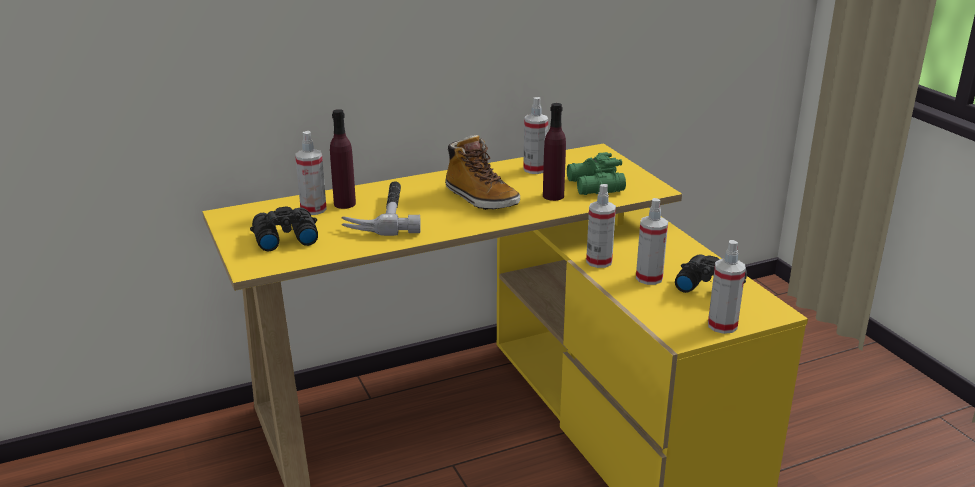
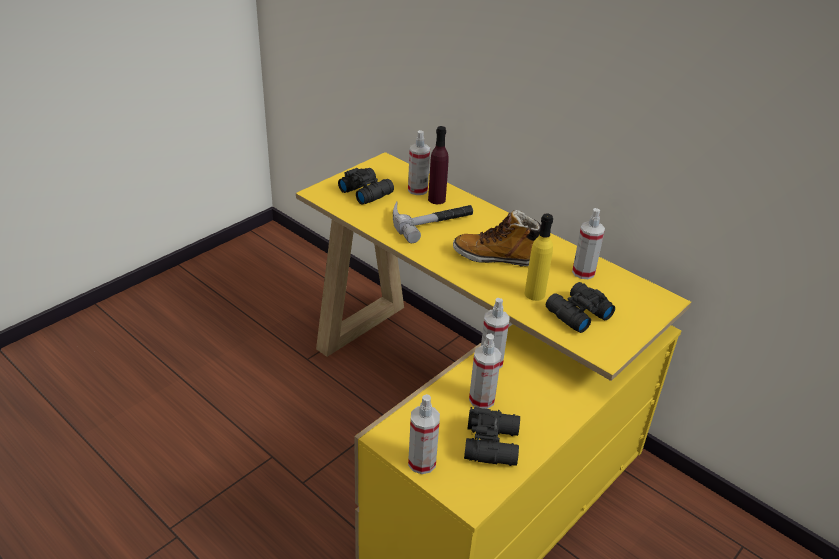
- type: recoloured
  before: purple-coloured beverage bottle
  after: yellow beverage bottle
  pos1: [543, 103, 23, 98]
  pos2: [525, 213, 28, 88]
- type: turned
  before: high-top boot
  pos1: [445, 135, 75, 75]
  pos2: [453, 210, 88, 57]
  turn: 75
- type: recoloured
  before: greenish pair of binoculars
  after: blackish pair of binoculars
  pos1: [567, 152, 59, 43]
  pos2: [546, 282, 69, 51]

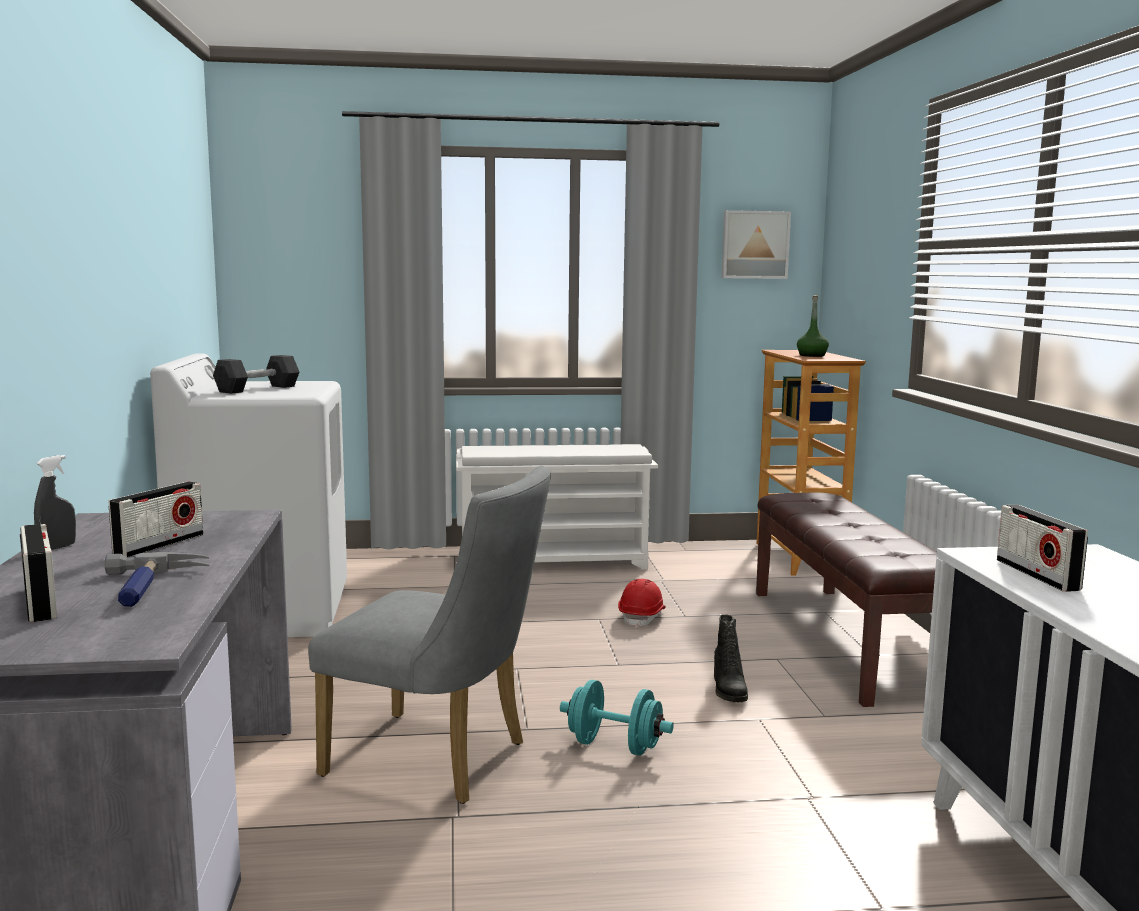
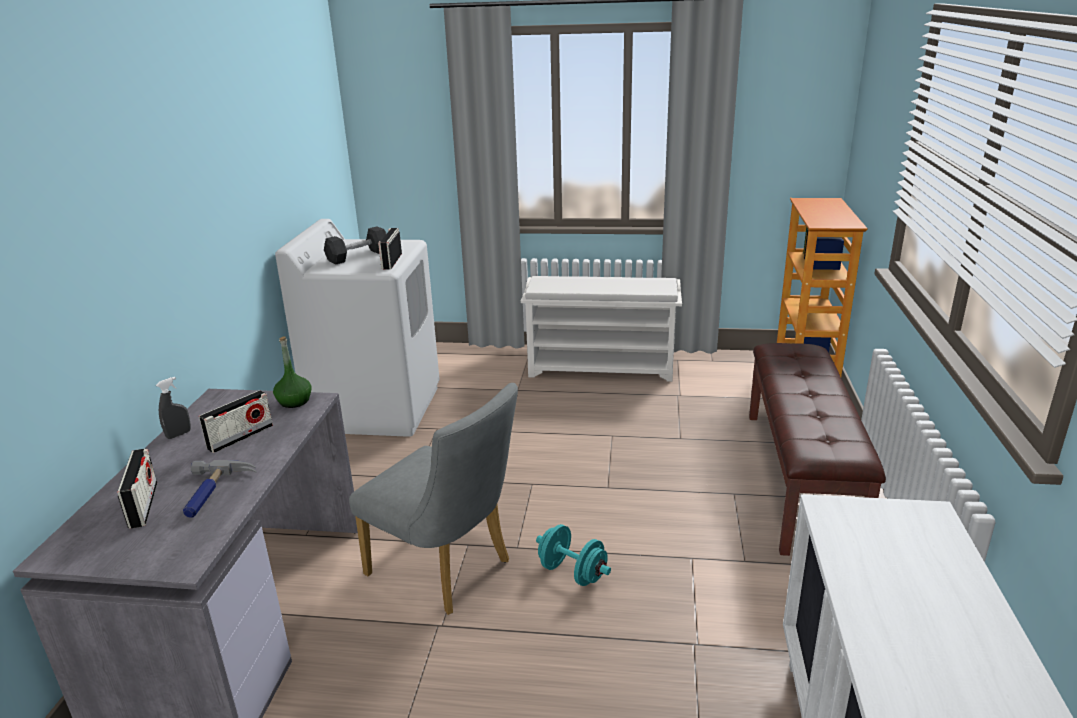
- type: removed
  before: picture
  pos1: [721, 210, 70, 69]
- type: moved
  before: greenish beverage bottle
  pos1: [797, 295, 32, 62]
  pos2: [273, 336, 39, 72]
- type: moved
  before: radio
  pos1: [997, 505, 91, 87]
  pos2: [378, 228, 24, 42]
- type: removed
  before: red-coloured work helmet
  pos1: [618, 579, 47, 49]
- type: removed
  before: blackish high-top boot
  pos1: [714, 614, 34, 88]

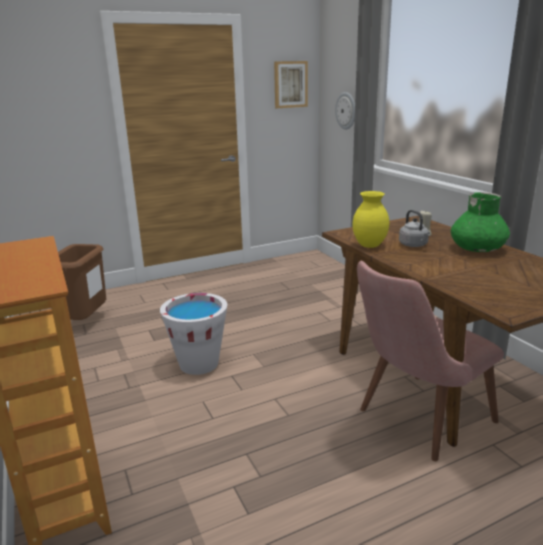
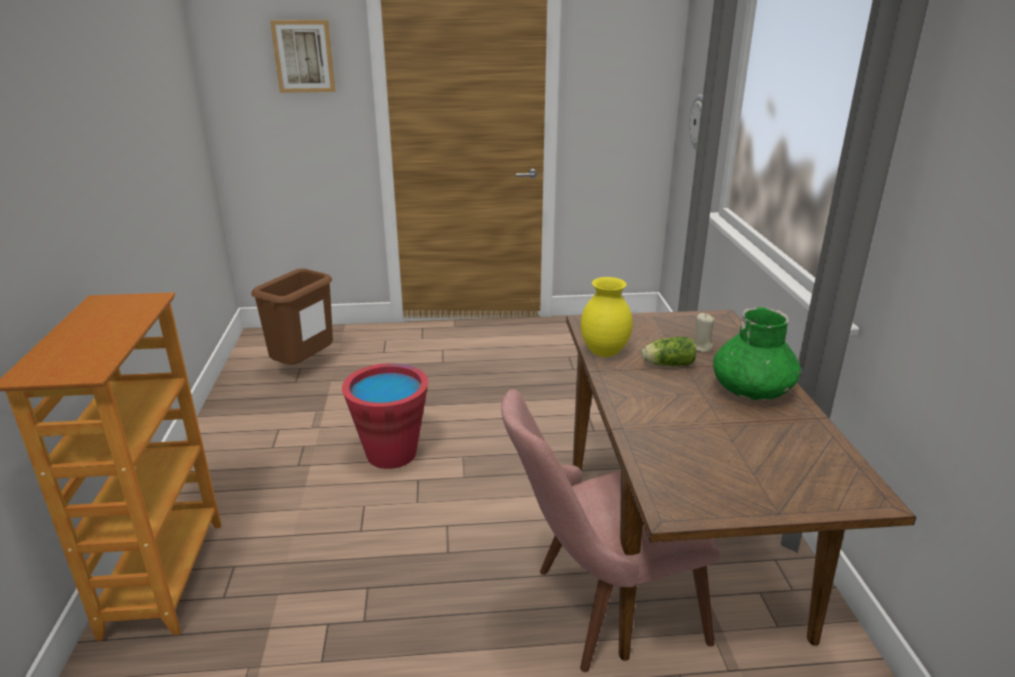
- type: moved
  before: picture
  pos1: [274, 61, 34, 47]
  pos2: [270, 20, 66, 73]
- type: replaced
  before: greyish kettle
  after: head of lettuce
  pos1: [399, 210, 31, 37]
  pos2: [641, 336, 55, 30]
- type: recoloured
  before: white water bucket
  after: red-coloured water bucket
  pos1: [160, 293, 67, 82]
  pos2: [342, 363, 86, 106]

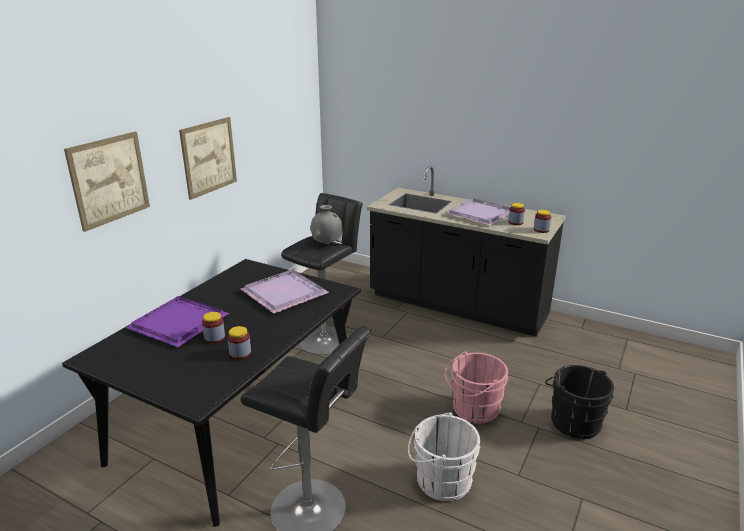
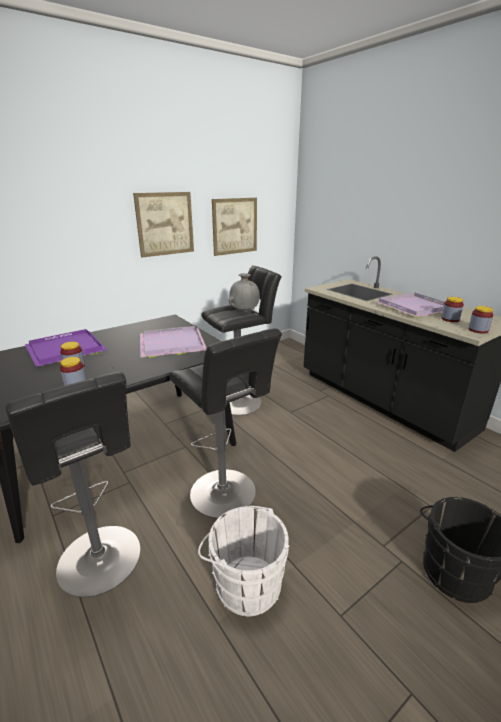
- type: moved
  before: picture
  pos1: [64, 132, 86, 100]
  pos2: [212, 198, 45, 58]
- type: removed
  before: pinkish water bucket
  pos1: [445, 351, 63, 73]
- type: added
  after: blackish stool seat
  pos2: [169, 328, 113, 190]

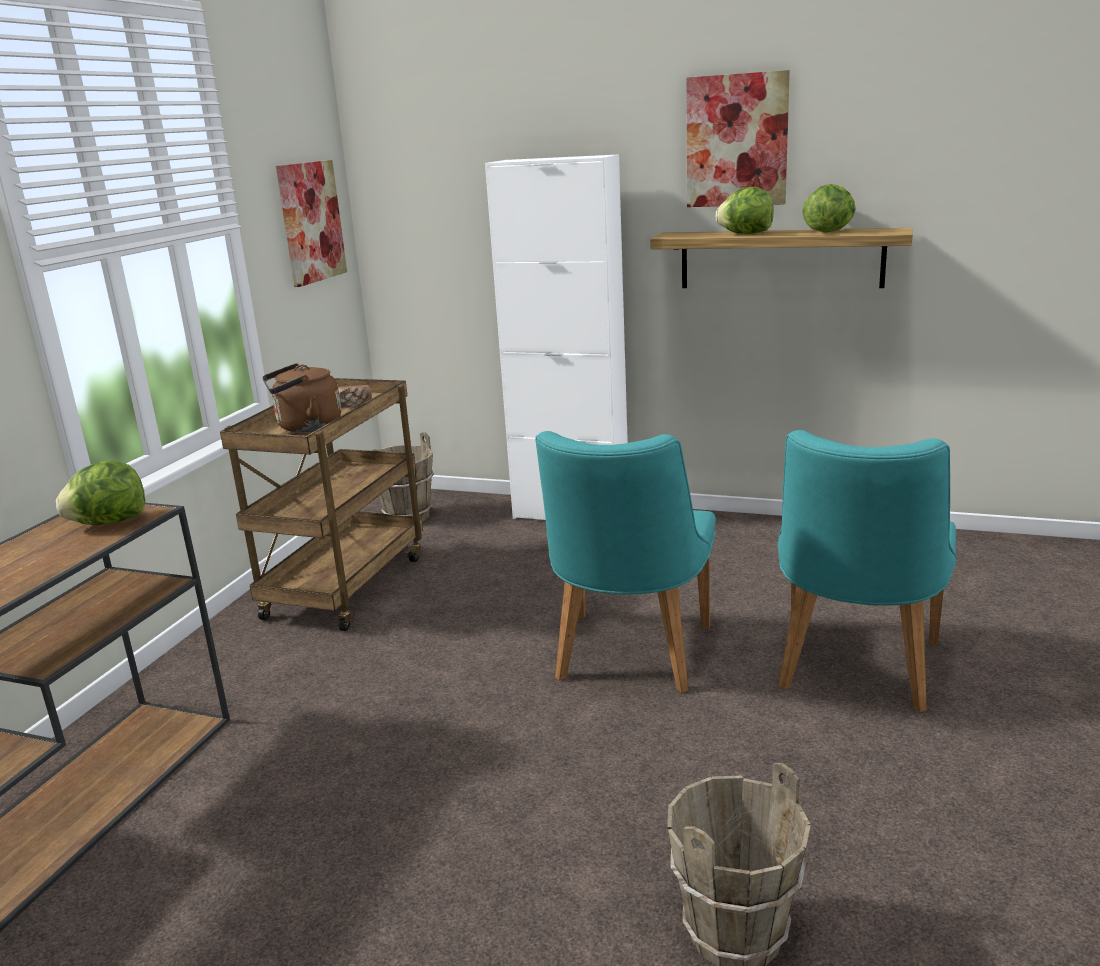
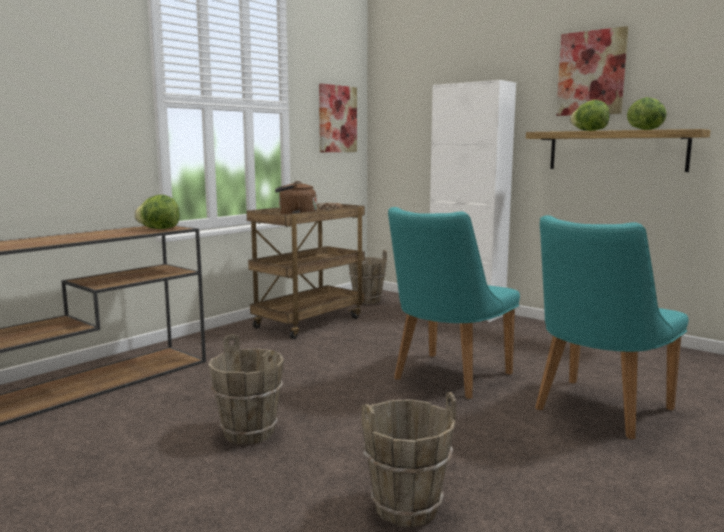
- type: added
  after: brown water bucket
  pos2: [208, 334, 76, 111]

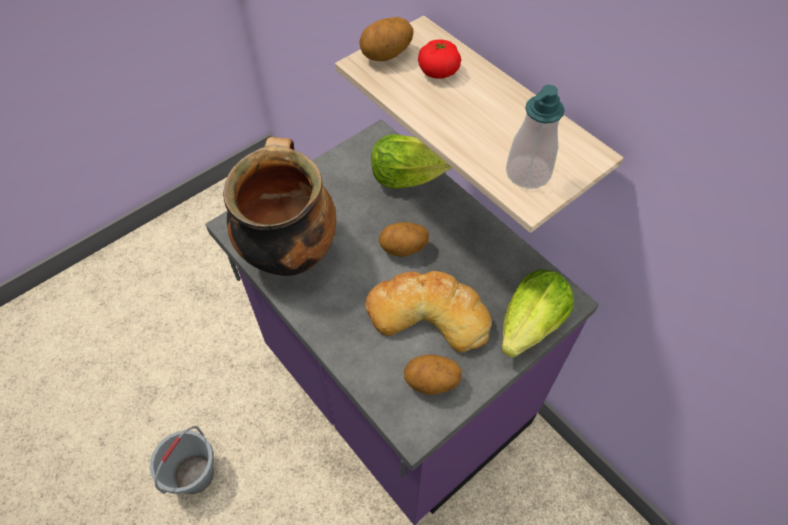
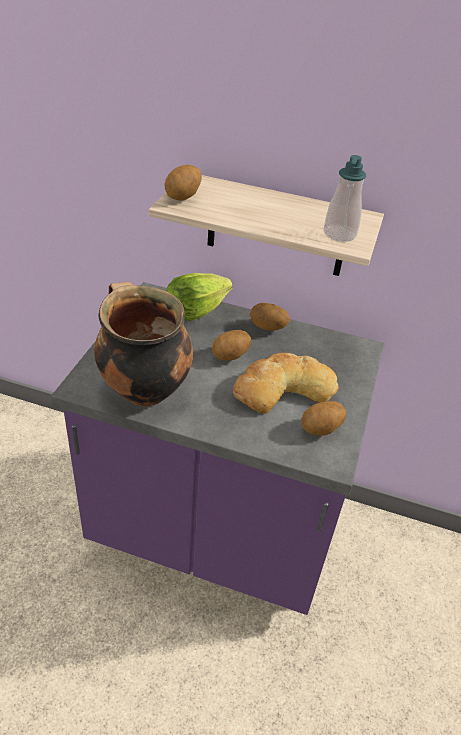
- type: removed
  before: fresh tomato
  pos1: [418, 39, 43, 40]
- type: removed
  before: head of lettuce
  pos1: [501, 269, 72, 88]
- type: removed
  before: greyish water bucket
  pos1: [150, 426, 64, 68]
- type: added
  after: whole potato
  pos2: [250, 303, 40, 27]

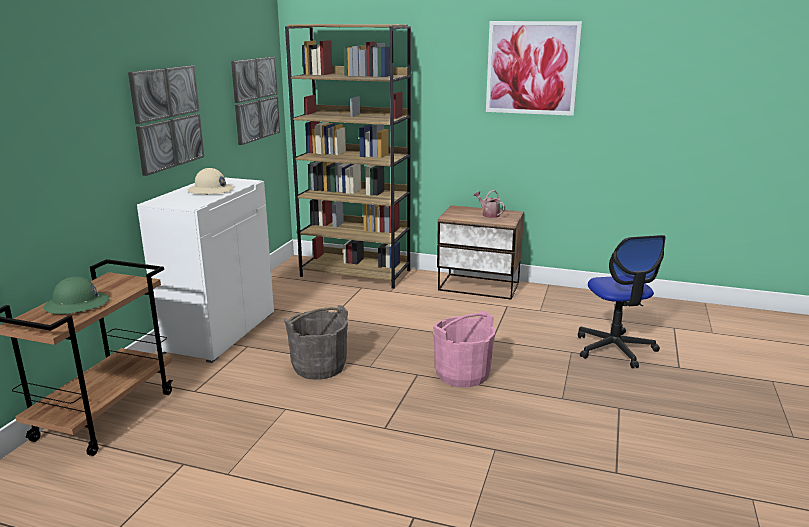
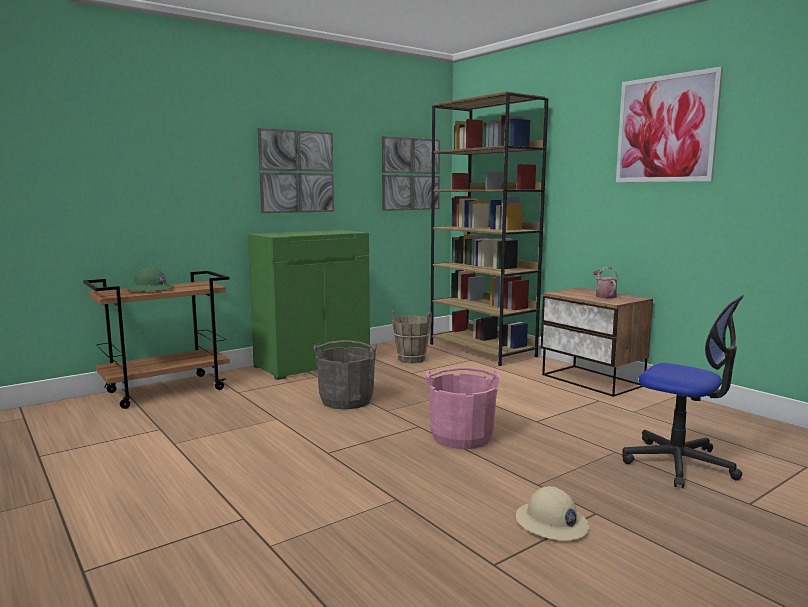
- type: moved
  before: beige-coloured work helmet
  pos1: [188, 168, 46, 27]
  pos2: [516, 486, 73, 55]
- type: recoloured
  before: white cupboard
  after: greenish cupboard
  pos1: [137, 177, 137, 186]
  pos2: [247, 230, 123, 150]
- type: turned
  before: desk chair
  pos1: [578, 235, 88, 133]
  pos2: [622, 295, 122, 193]
  turn: -75
- type: added
  after: brown water bucket
  pos2: [392, 309, 40, 54]

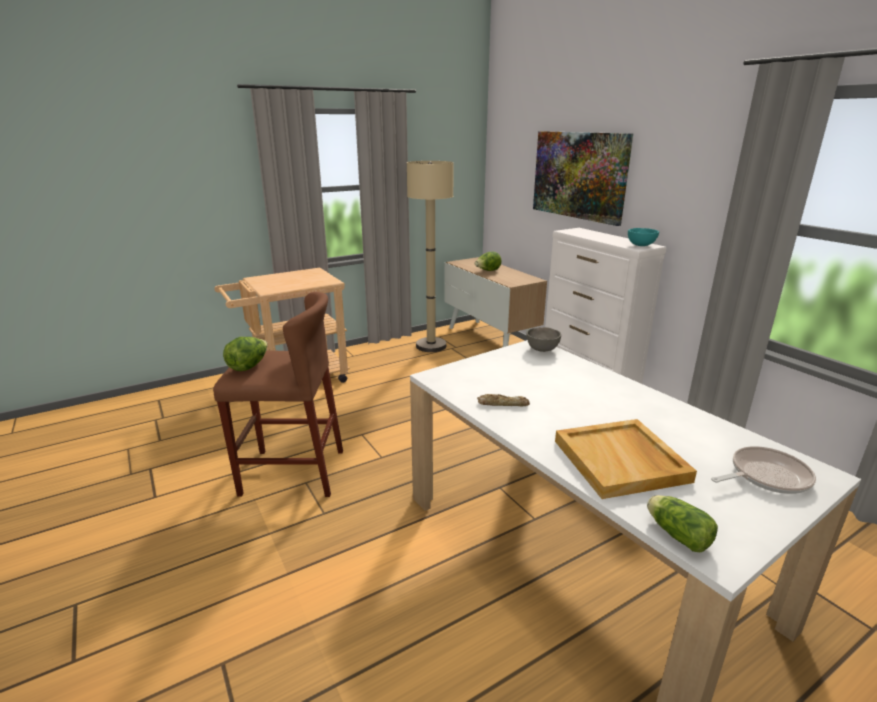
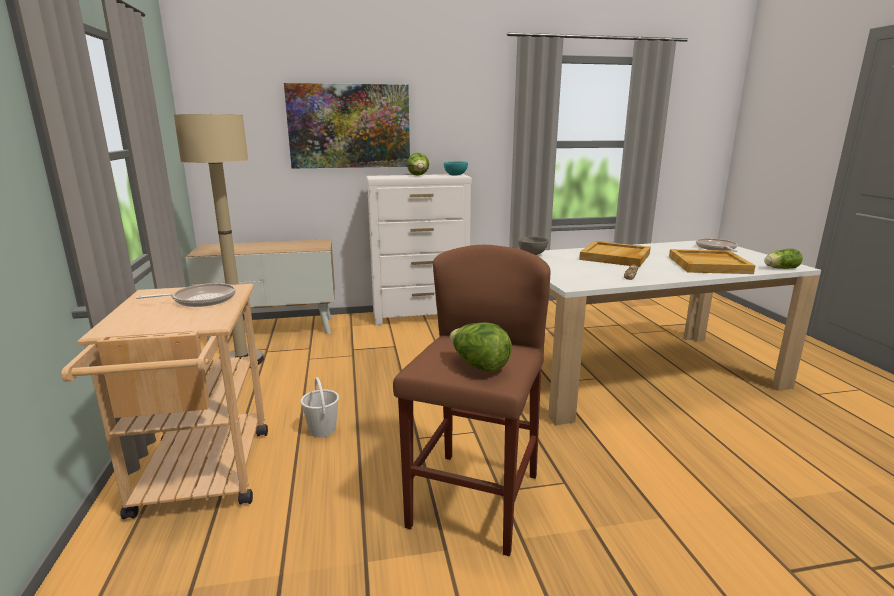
- type: moved
  before: head of lettuce
  pos1: [475, 252, 27, 19]
  pos2: [407, 153, 22, 23]
- type: added
  after: beige-coloured carrying tray
  pos2: [579, 241, 72, 26]
- type: added
  after: skillet
  pos2: [136, 283, 100, 24]
- type: added
  after: white water bucket
  pos2: [301, 377, 38, 60]

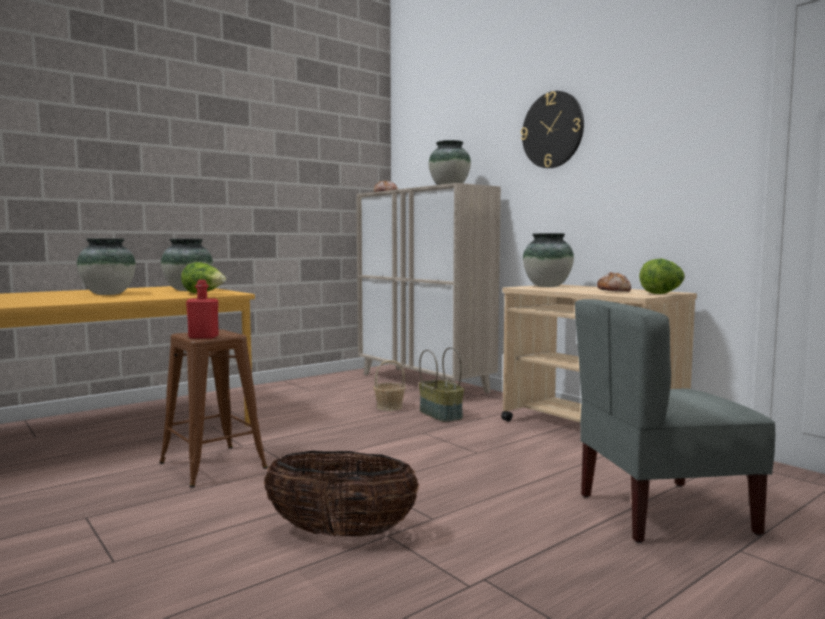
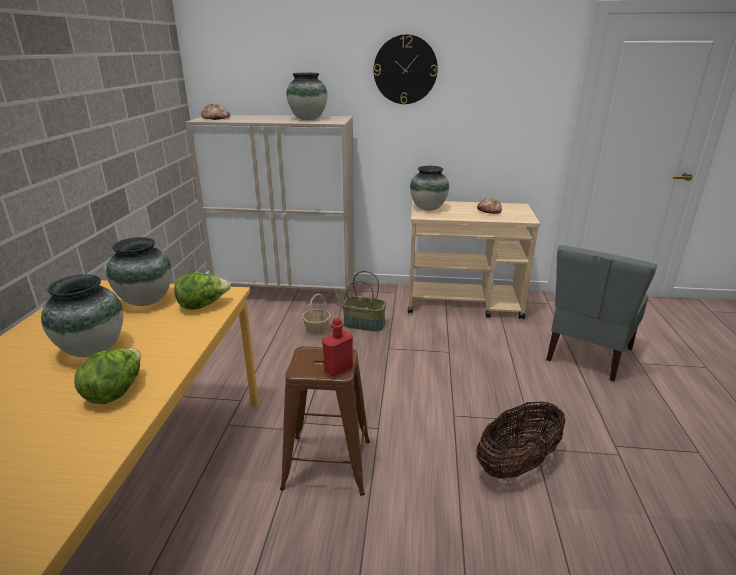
- type: moved
  before: head of lettuce
  pos1: [639, 258, 46, 36]
  pos2: [74, 348, 67, 56]

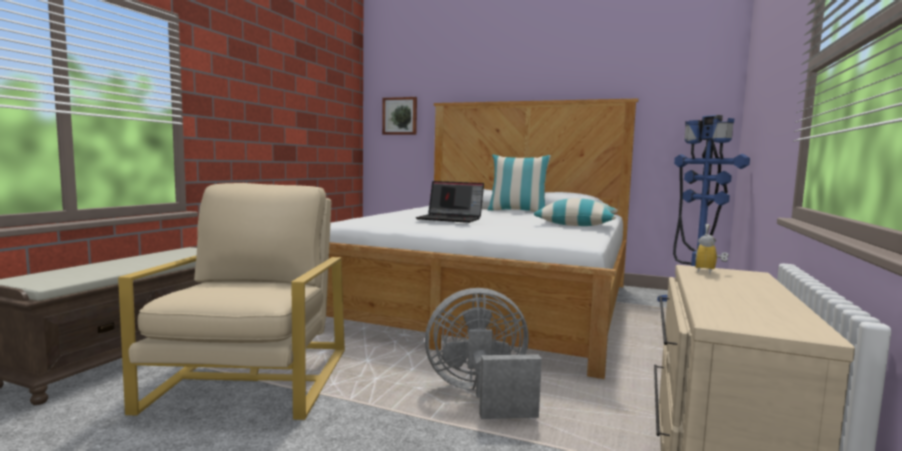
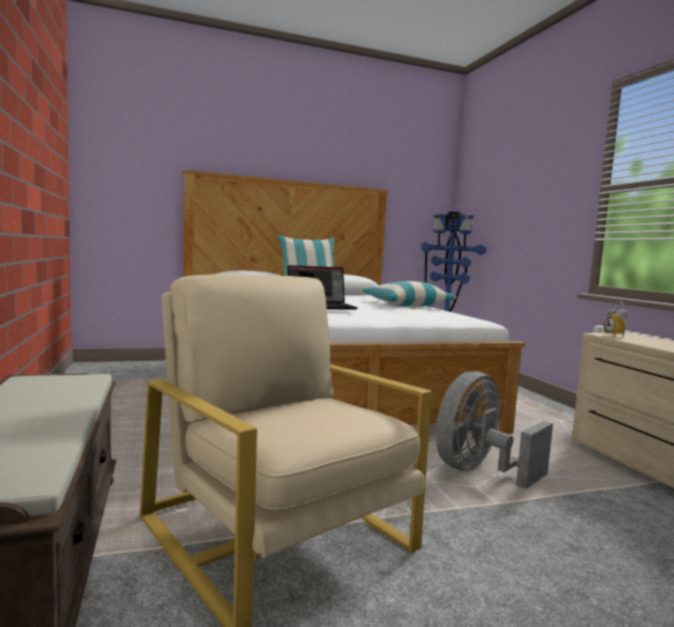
- type: removed
  before: picture
  pos1: [382, 97, 35, 38]

